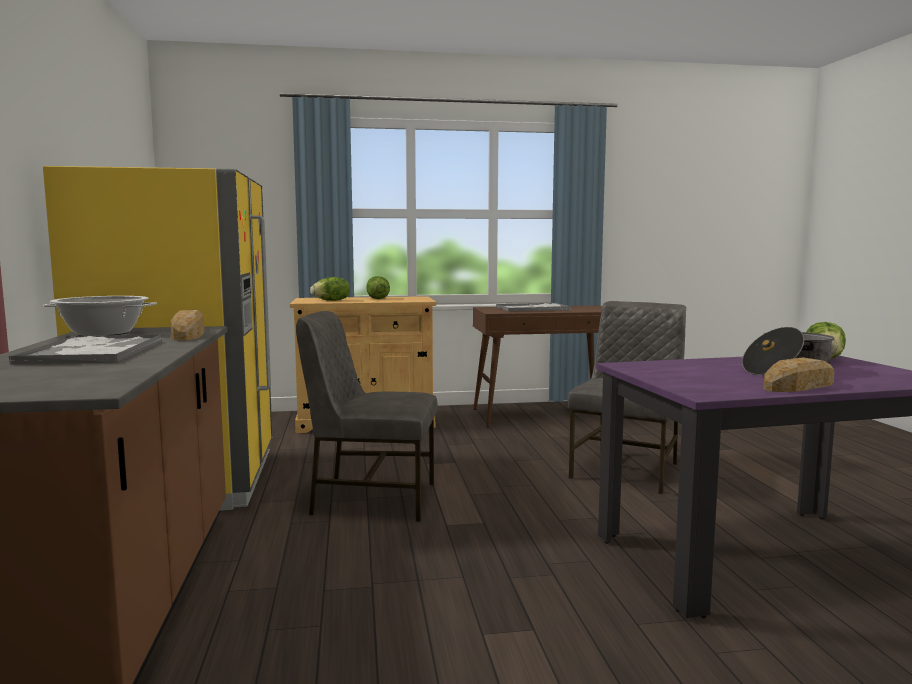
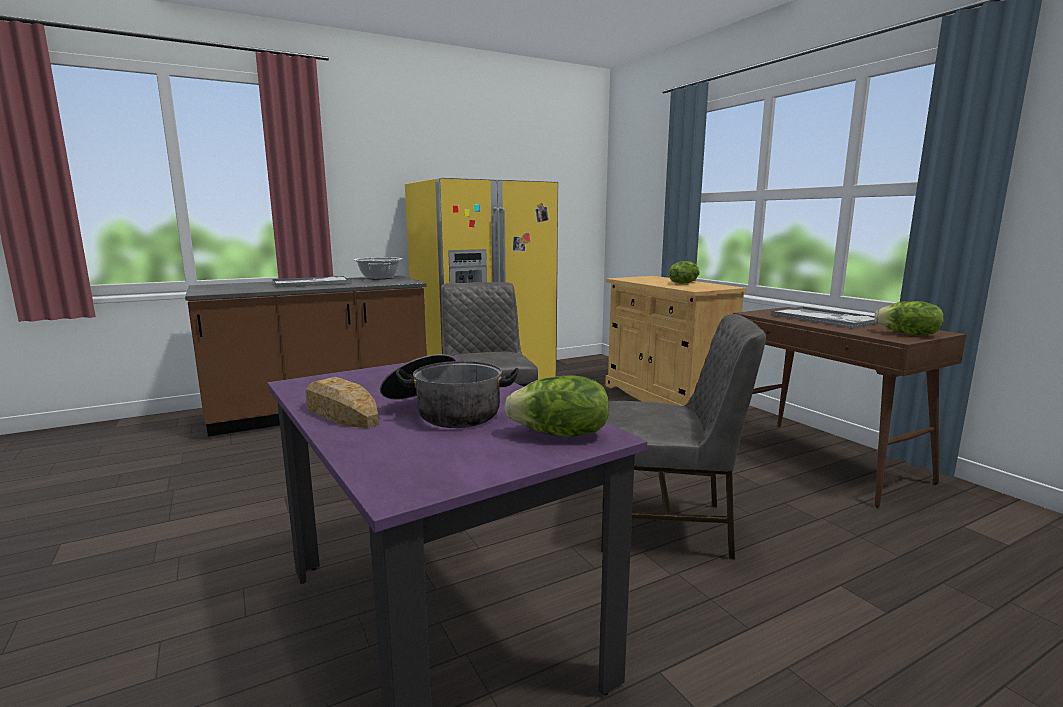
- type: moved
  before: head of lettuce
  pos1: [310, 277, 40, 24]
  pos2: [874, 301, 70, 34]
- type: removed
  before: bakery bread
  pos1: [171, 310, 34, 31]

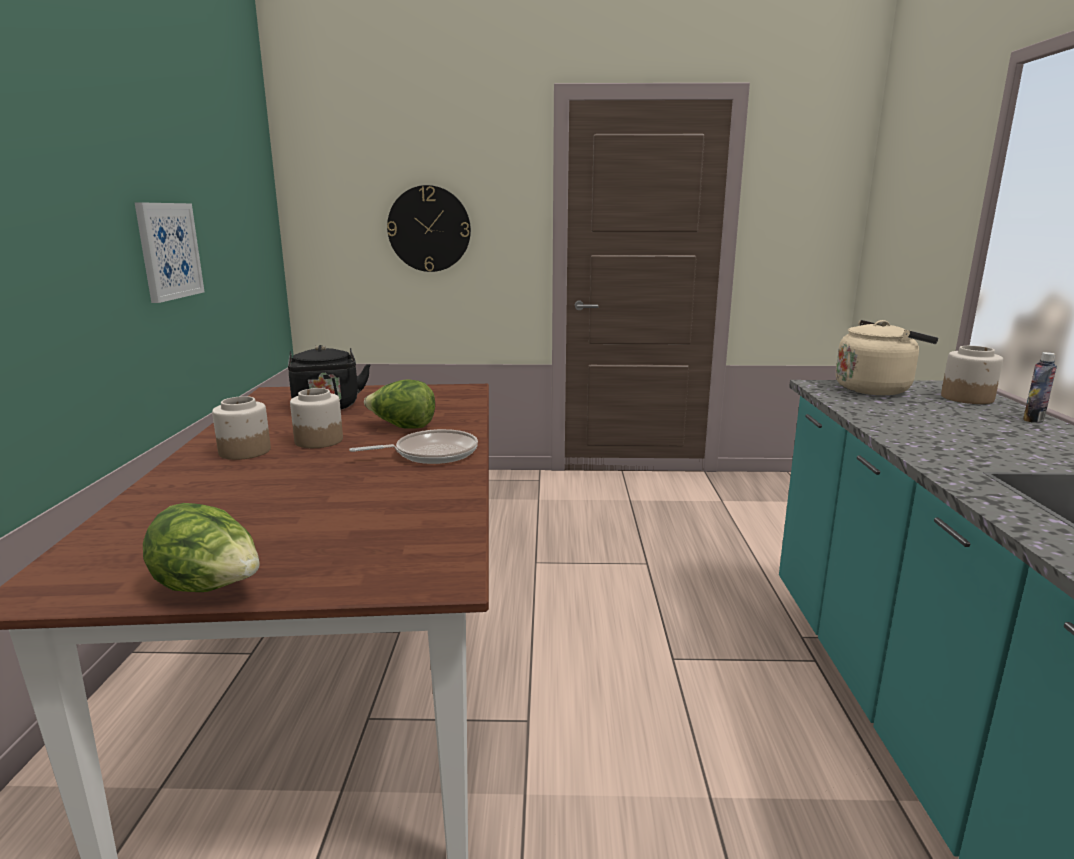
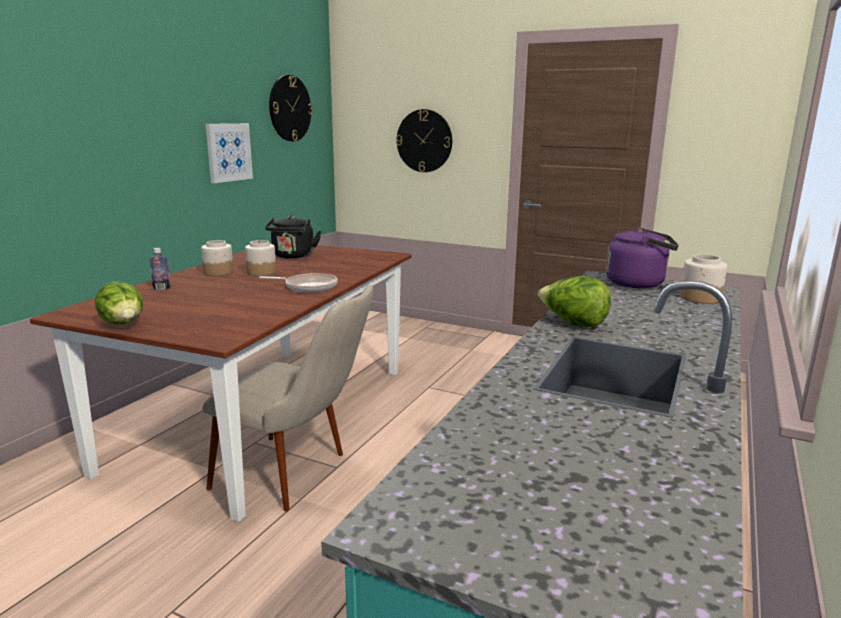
- type: recoloured
  before: beige-coloured kettle
  after: purple-coloured kettle
  pos1: [836, 320, 102, 75]
  pos2: [606, 227, 73, 61]
- type: moved
  before: beverage bottle
  pos1: [1023, 352, 34, 71]
  pos2: [149, 248, 22, 42]
- type: moved
  before: head of lettuce
  pos1: [364, 379, 71, 50]
  pos2: [538, 276, 73, 51]
- type: added
  after: wall clock
  pos2: [269, 75, 44, 67]
- type: added
  after: beige-coloured chair
  pos2: [202, 285, 171, 227]

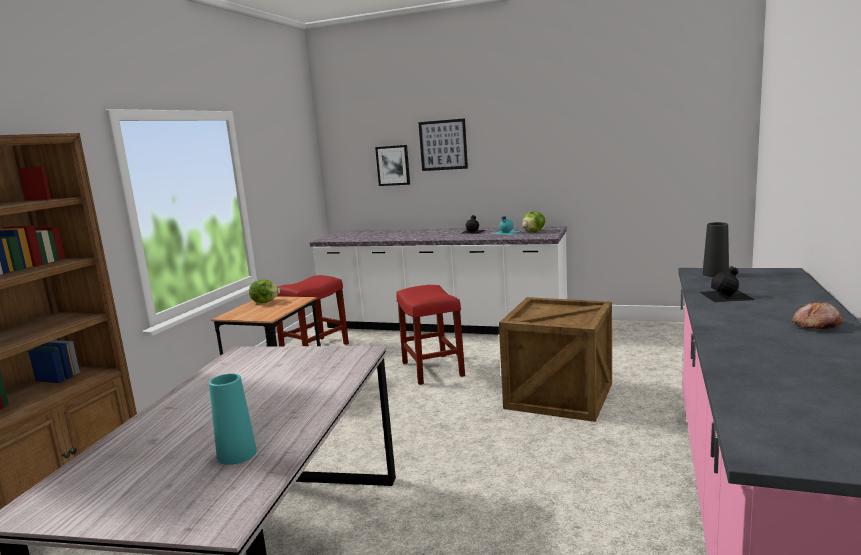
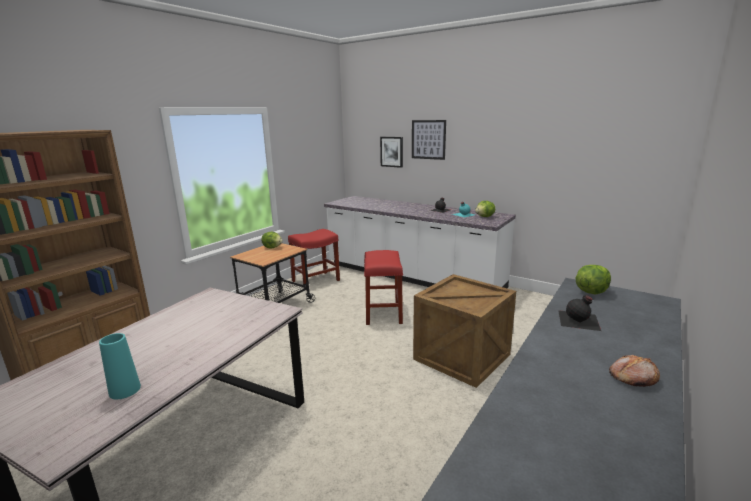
- type: replaced
  before: blackish flower vase
  after: head of lettuce
  pos1: [702, 222, 27, 55]
  pos2: [576, 265, 35, 30]

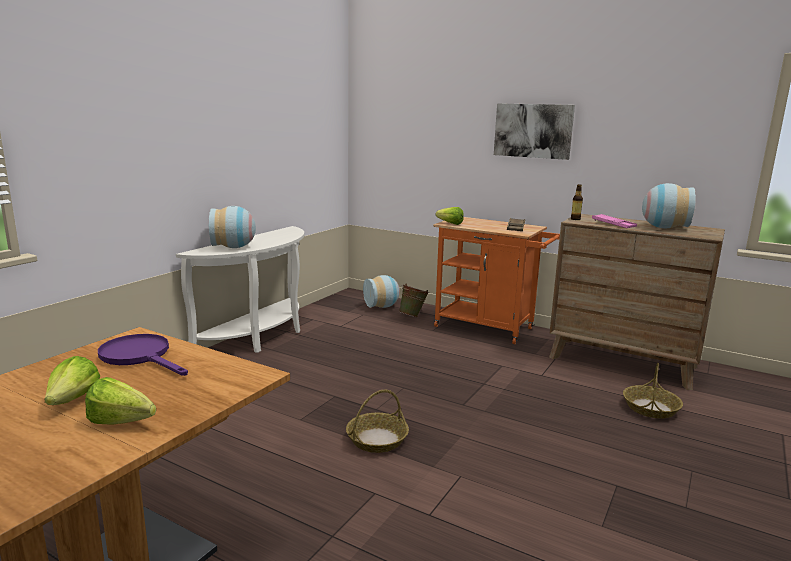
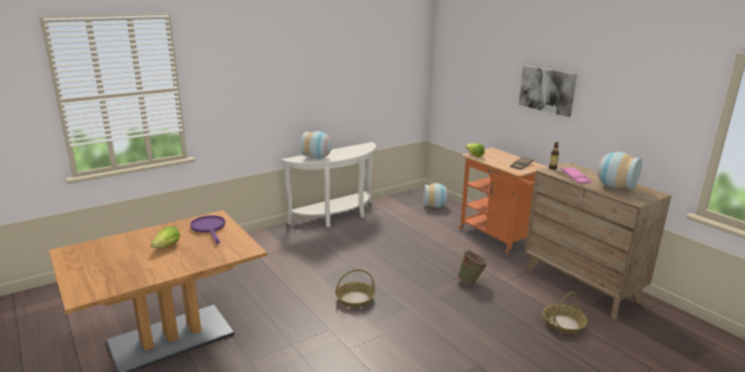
- type: moved
  before: greenish water bucket
  pos1: [399, 284, 30, 33]
  pos2: [457, 250, 32, 35]
- type: removed
  before: head of lettuce
  pos1: [85, 377, 71, 48]

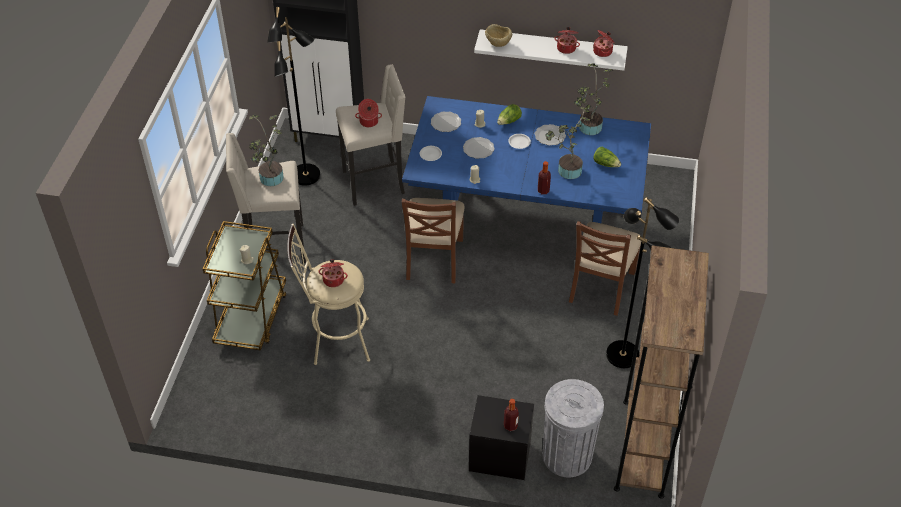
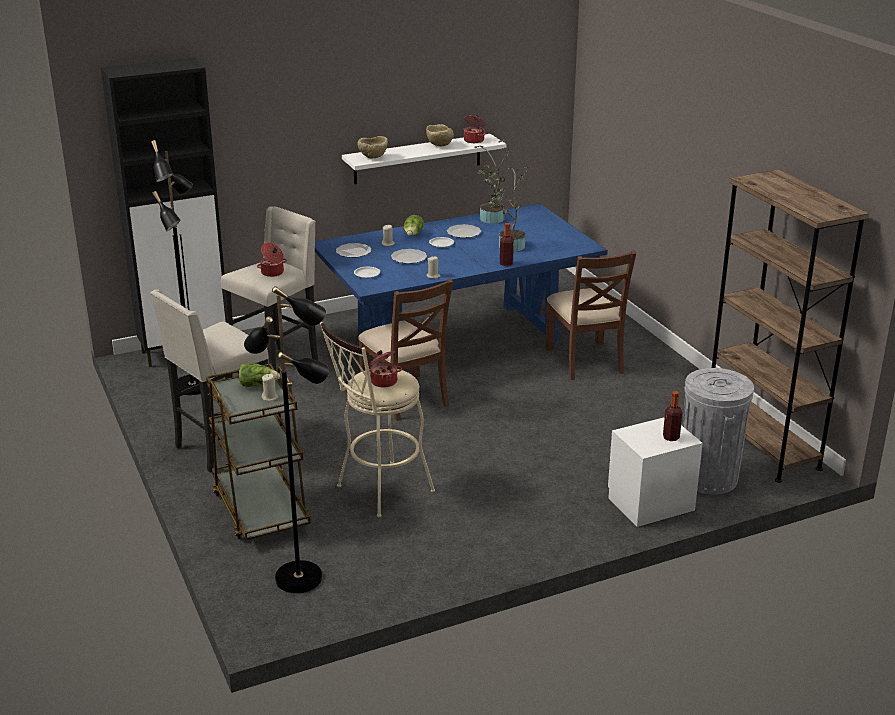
- type: replaced
  before: stockpot
  after: beige-coloured bowl
  pos1: [554, 27, 26, 27]
  pos2: [426, 124, 28, 22]
- type: removed
  before: plant in a pot
  pos1: [249, 115, 35, 71]
- type: moved
  before: head of lettuce
  pos1: [593, 147, 28, 20]
  pos2: [239, 363, 41, 24]
- type: moved
  before: blackish floor lamp
  pos1: [606, 197, 73, 171]
  pos2: [244, 286, 85, 307]
- type: recoloured
  before: blackish bedside table
  after: white bedside table
  pos1: [469, 395, 65, 85]
  pos2: [608, 417, 95, 110]

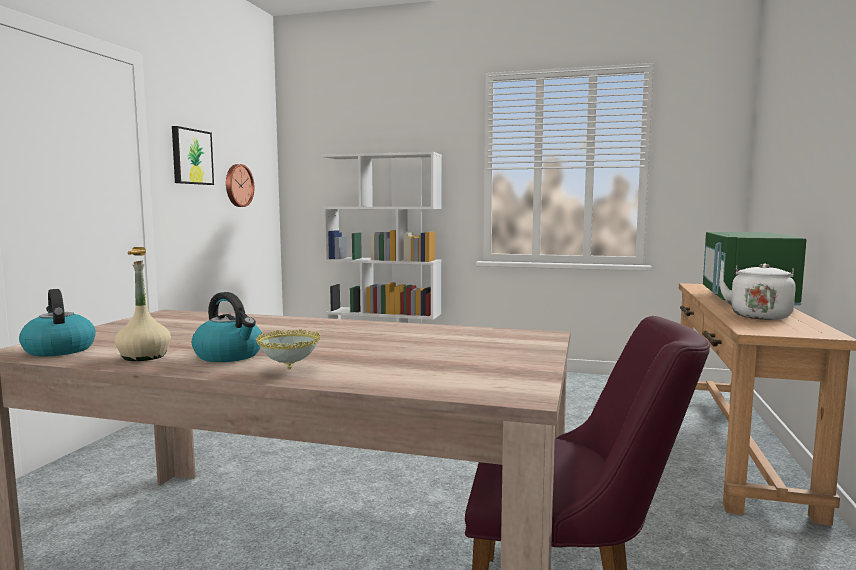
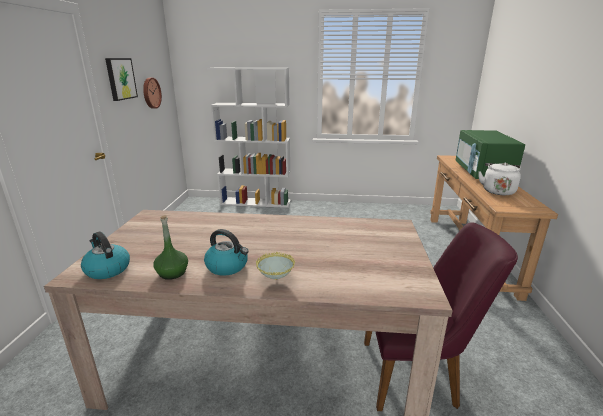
- type: recoloured
  before: beige-coloured beverage bottle
  after: greenish beverage bottle
  pos1: [115, 260, 56, 101]
  pos2: [153, 215, 35, 65]

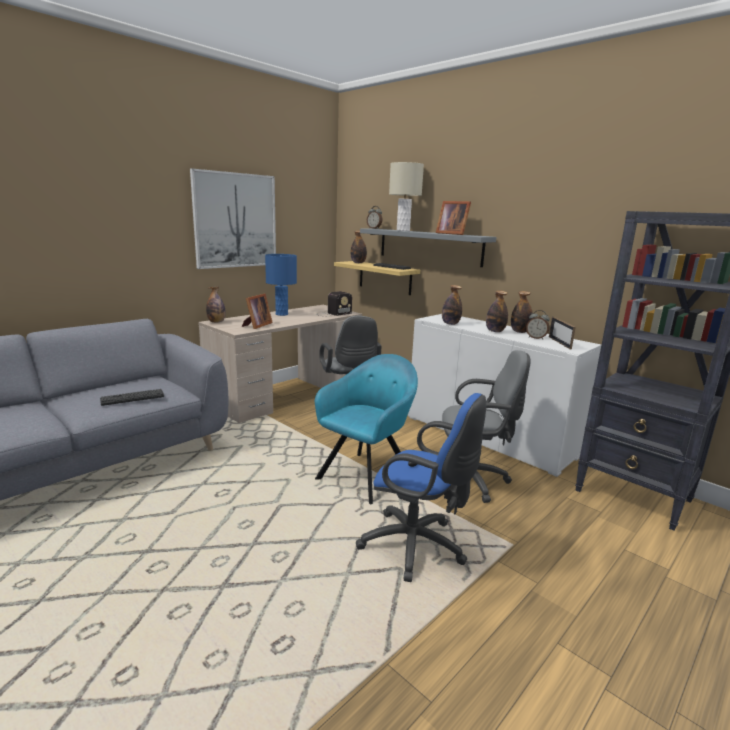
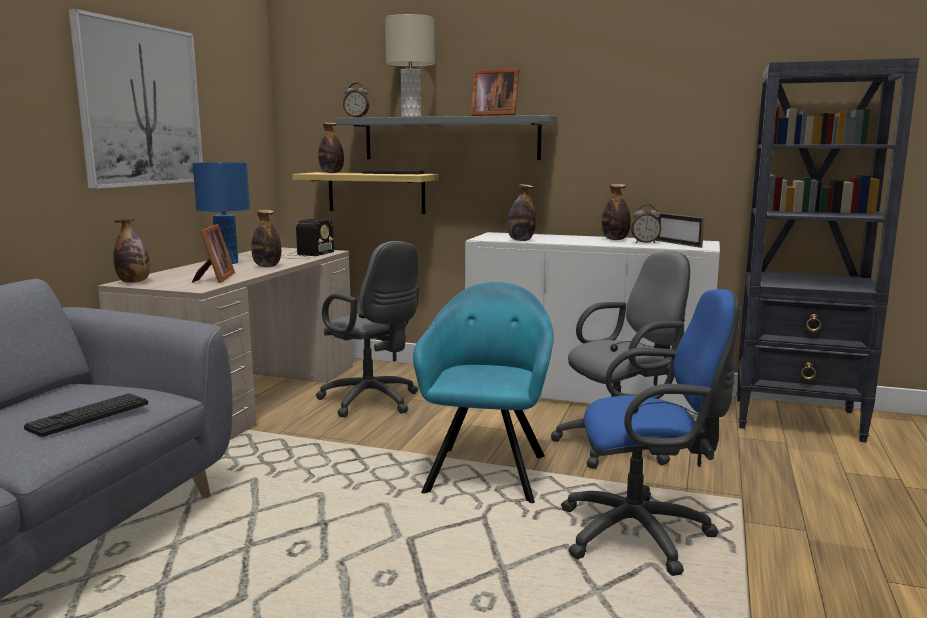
- type: moved
  before: beverage bottle
  pos1: [486, 290, 22, 42]
  pos2: [251, 210, 30, 57]

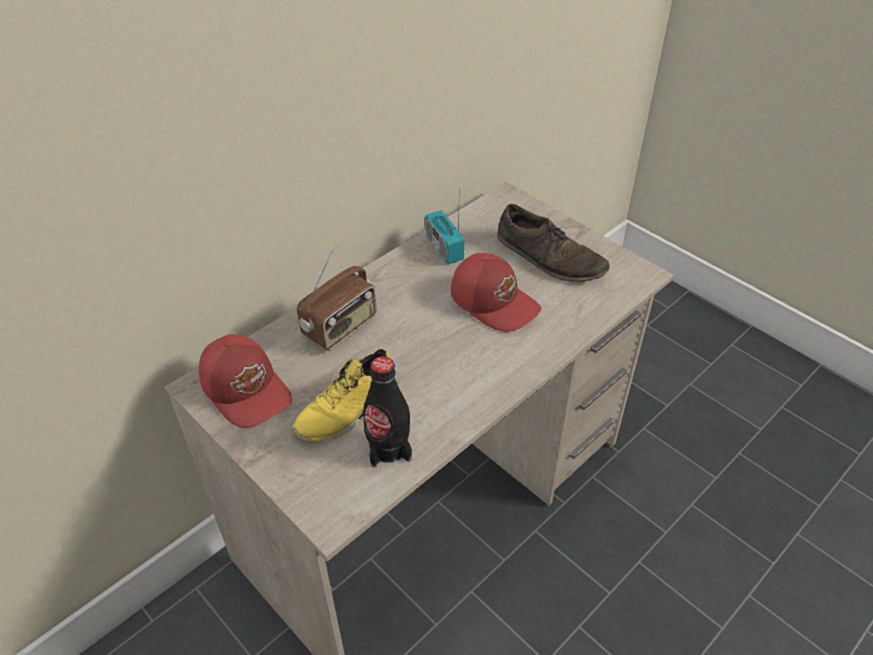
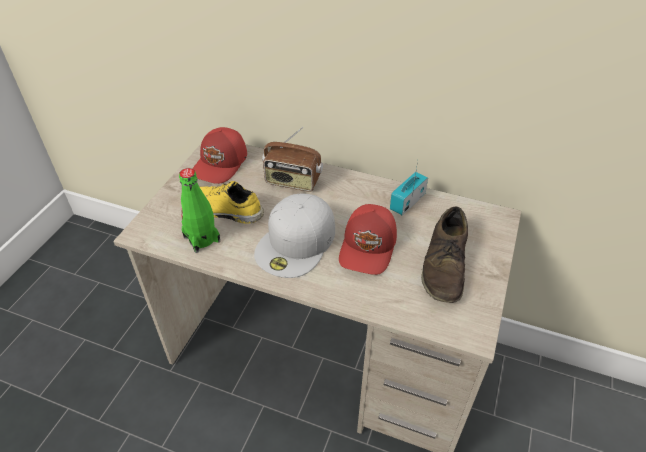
- type: recoloured
  before: blackish beverage bottle
  after: greenish beverage bottle
  pos1: [363, 356, 49, 112]
  pos2: [179, 168, 41, 85]
- type: added
  after: white peaked cap
  pos2: [254, 194, 81, 84]

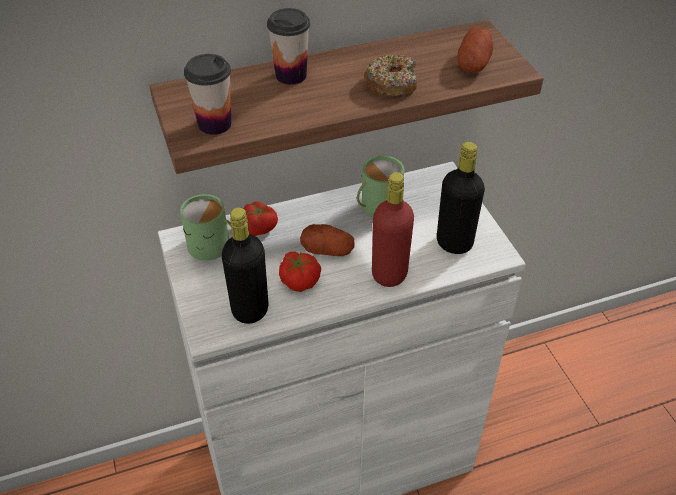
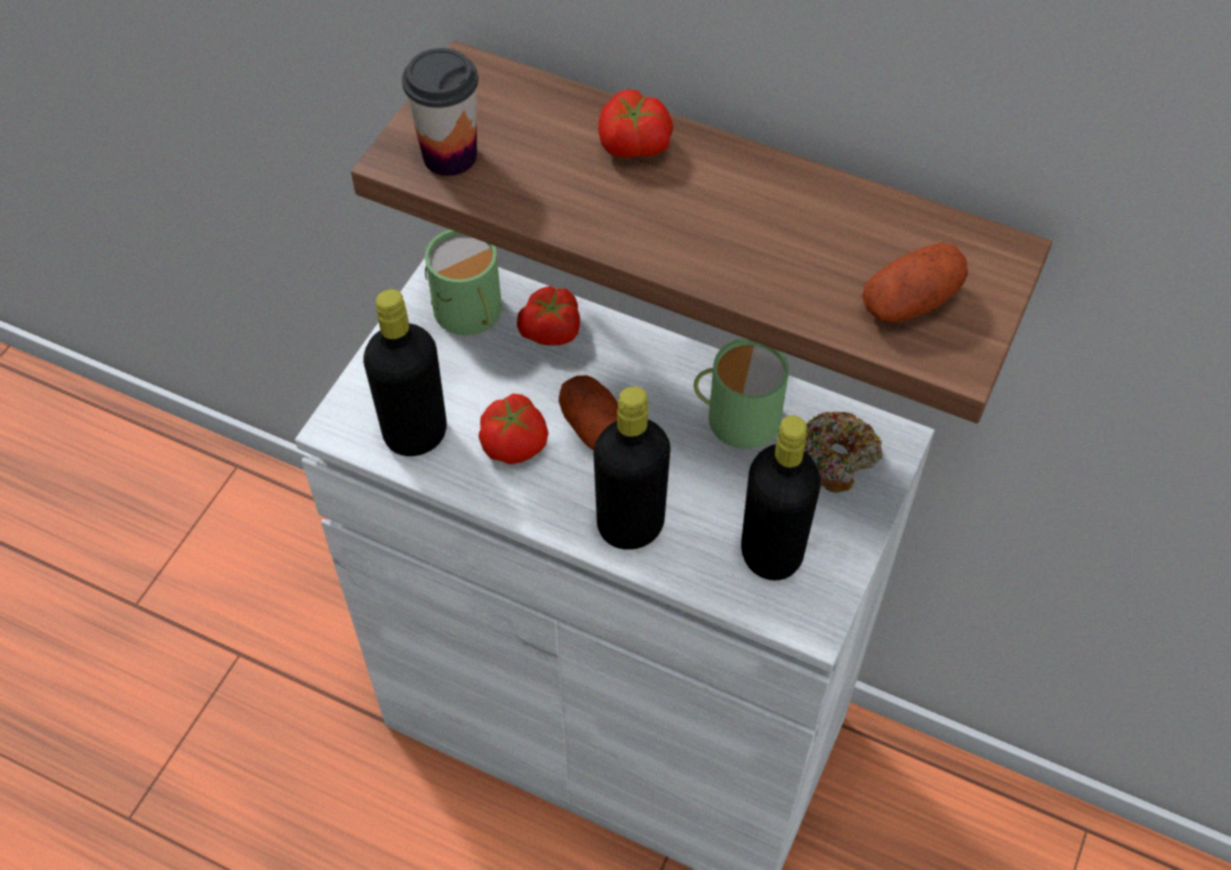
- type: replaced
  before: small cup
  after: fresh tomato
  pos1: [267, 8, 43, 77]
  pos2: [599, 90, 74, 68]
- type: moved
  before: donut
  pos1: [364, 54, 53, 43]
  pos2: [804, 412, 79, 81]
- type: recoloured
  before: red-coloured beverage bottle
  after: blackish beverage bottle
  pos1: [372, 172, 42, 115]
  pos2: [593, 387, 78, 163]

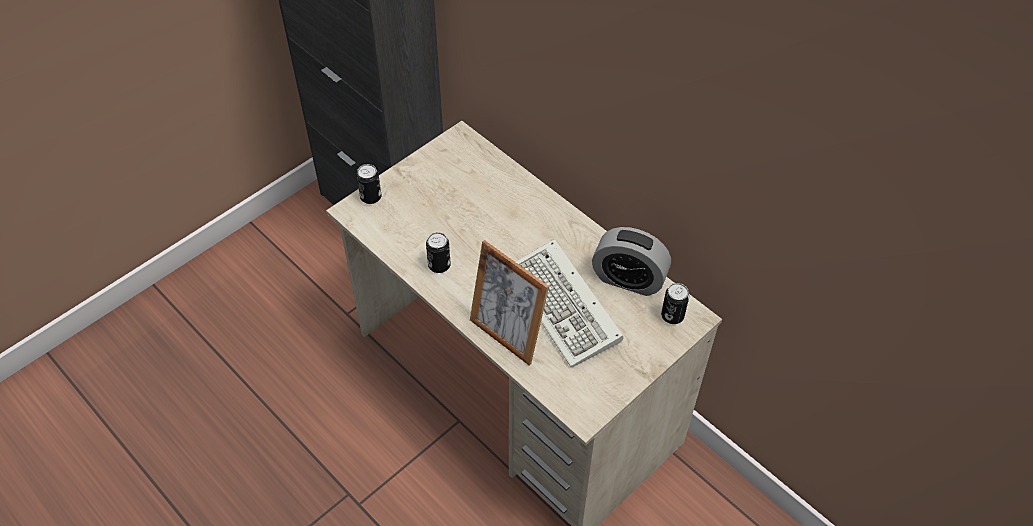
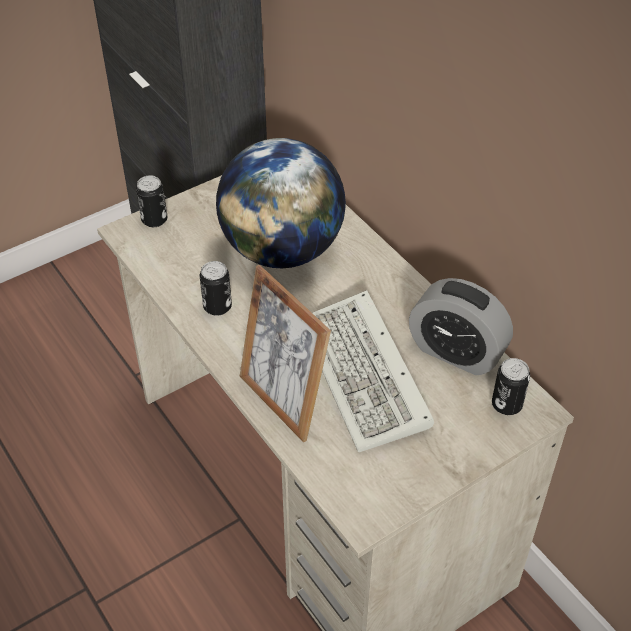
- type: added
  after: world globe
  pos2: [216, 138, 130, 130]

